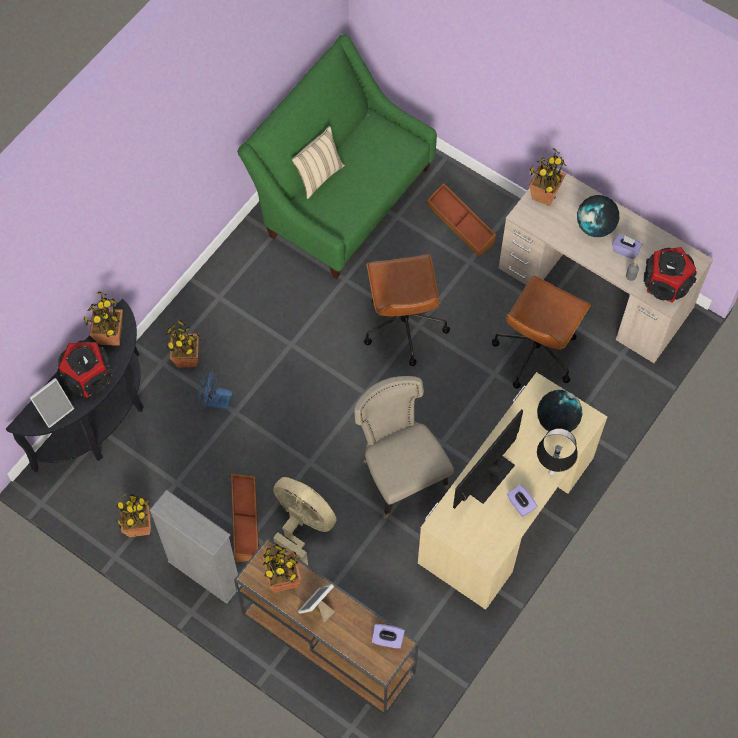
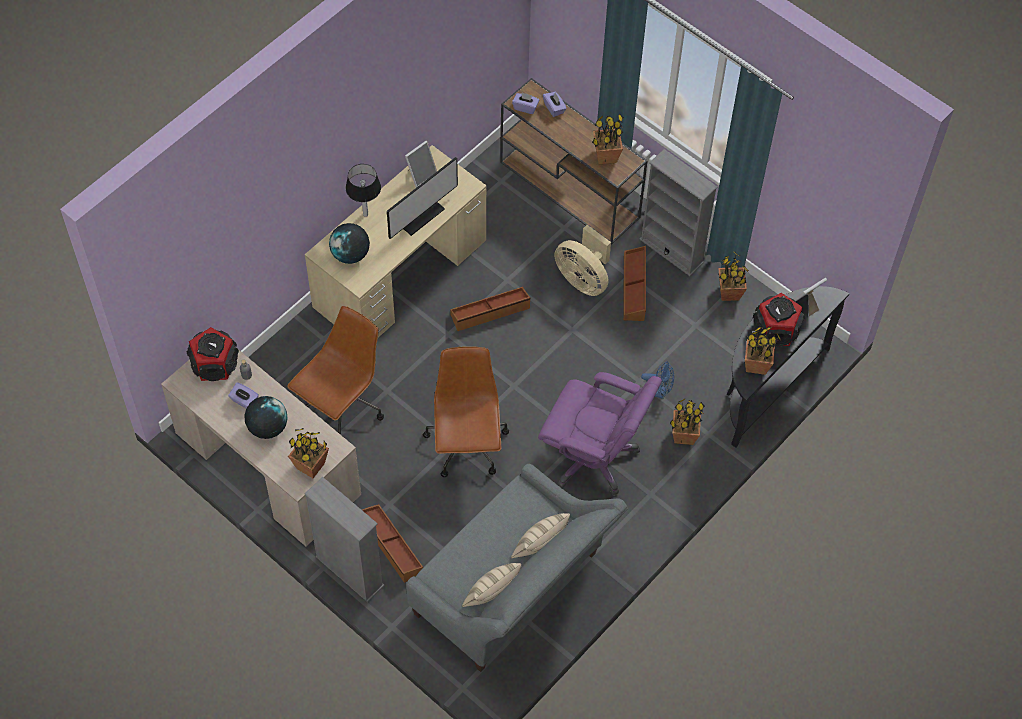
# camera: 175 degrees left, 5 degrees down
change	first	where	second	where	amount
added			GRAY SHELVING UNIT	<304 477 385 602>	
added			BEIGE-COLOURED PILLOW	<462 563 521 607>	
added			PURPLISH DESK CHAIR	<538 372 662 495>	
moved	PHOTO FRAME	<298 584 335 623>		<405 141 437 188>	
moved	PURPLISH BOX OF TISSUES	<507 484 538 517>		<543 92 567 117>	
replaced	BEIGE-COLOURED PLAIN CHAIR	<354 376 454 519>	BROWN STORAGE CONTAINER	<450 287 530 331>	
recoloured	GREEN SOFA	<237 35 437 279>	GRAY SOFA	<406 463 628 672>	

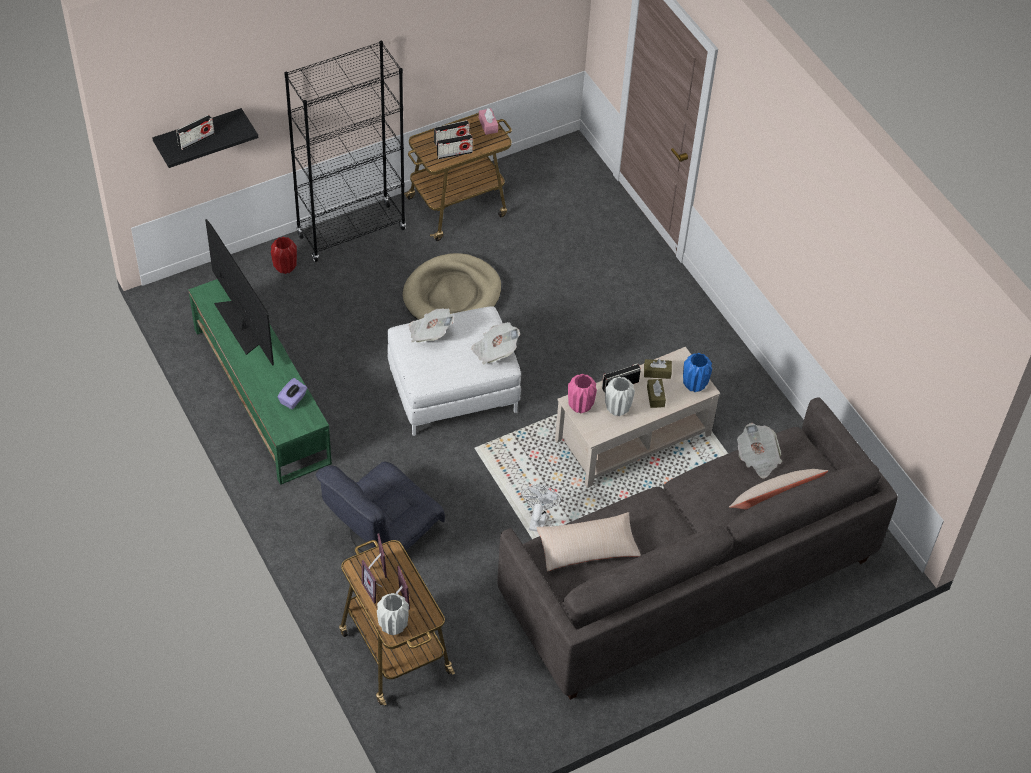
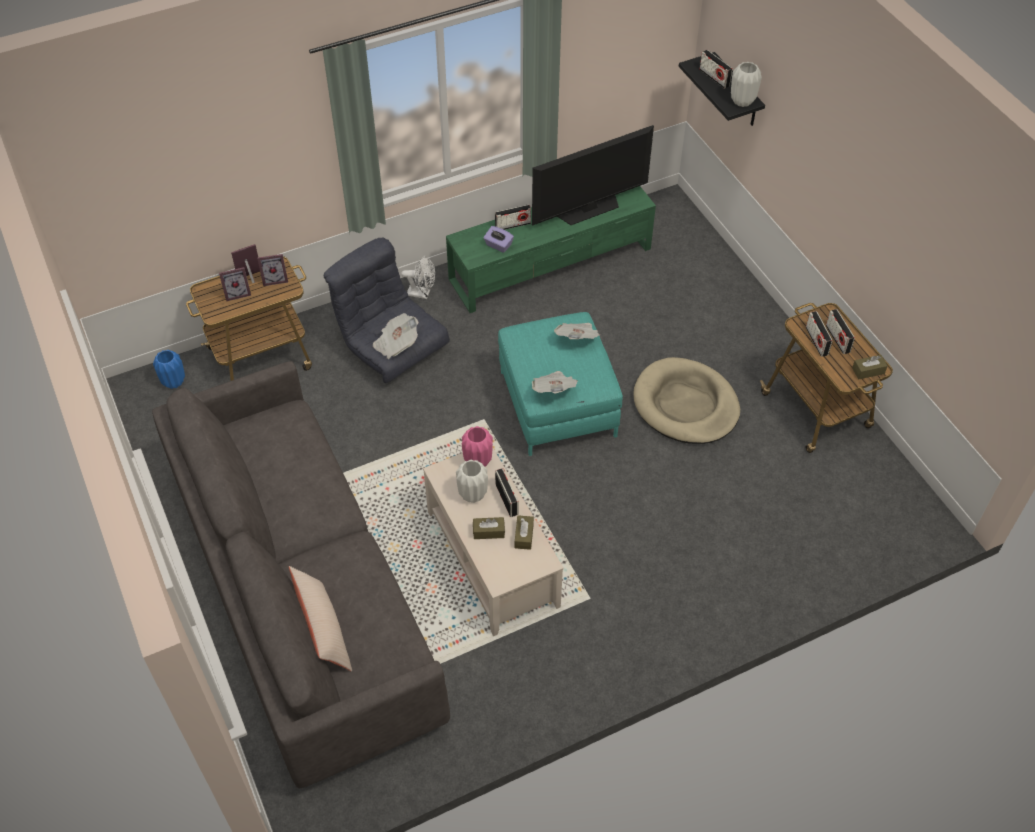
# camera: 95 degrees right, 0 degrees up
change	first	where	second	where	amount
removed	REDDISH VASE	<271 237 297 274>			
removed	BLACK SHELVING UNIT	<284 41 406 262>			
removed	BEIGE-COLOURED PILLOW	<536 512 641 571>			
added			RADIO RECEIVER	<495 204 531 230>	
moved	WHITISH VASE	<377 593 409 635>		<731 62 762 107>	
moved	WHITISH FAN	<521 484 561 532>		<401 256 435 299>	
moved	BLUE-COLOURED VASE	<683 353 712 392>		<153 350 185 389>	
moved	DAILY PAPER	<737 423 782 479>		<373 313 419 359>	
recoloured	WHITISH POUFFE	<387 306 521 436>	BLUE-GREEN POUFFE	<498 312 623 456>	
recoloured	PINK-COLOURED BOX OF TISSUES	<479 108 498 135>	BROWN BOX OF TISSUES	<852 355 888 379>	

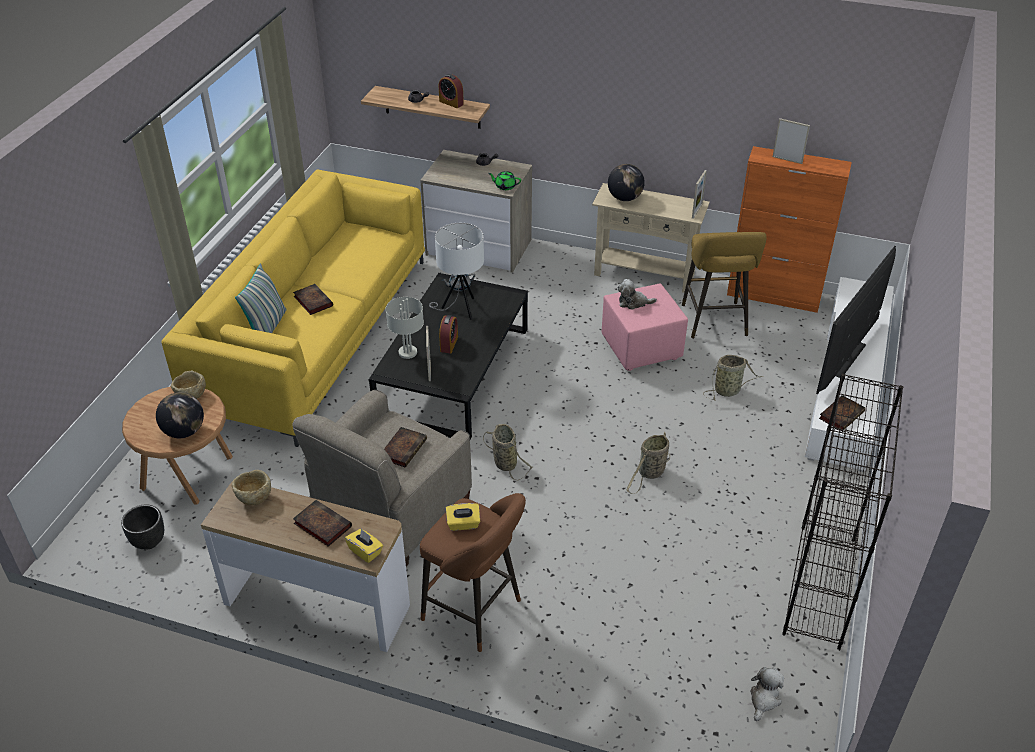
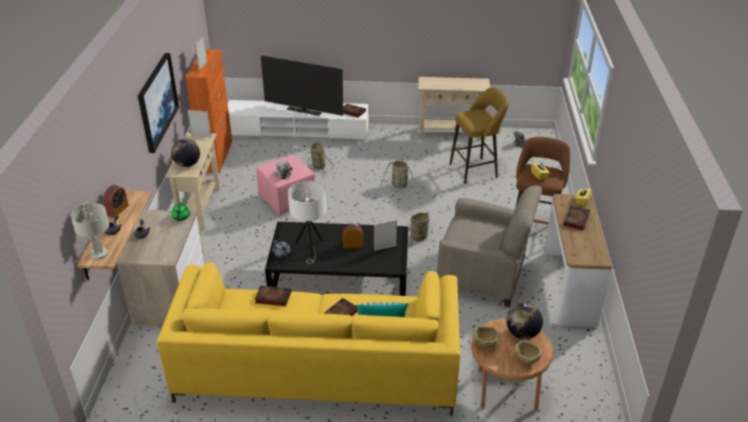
# camera: 105 degrees left, 5 degrees down
change	first	where	second	where	amount
removed	BLACK FLOWER POT	<121 505 164 550>			
added			WALL ART	<138 53 179 153>	
moved	BEIGE-COLOURED SERVING BOWL	<232 470 271 505>		<515 340 542 365>	
moved	VOLUME	<384 427 427 468>		<255 286 291 306>	
moved	GRAY LAMP FOR A TABLE	<386 297 424 359>		<71 201 109 259>	
moved	YELLOW SITTING STOOL	<682 232 767 338>		<449 87 509 184>	
replaced	BLACK SHELVING UNIT	<782 373 903 650>	BEIGE-COLOURED CONSOLE TABLE	<418 77 490 140>	

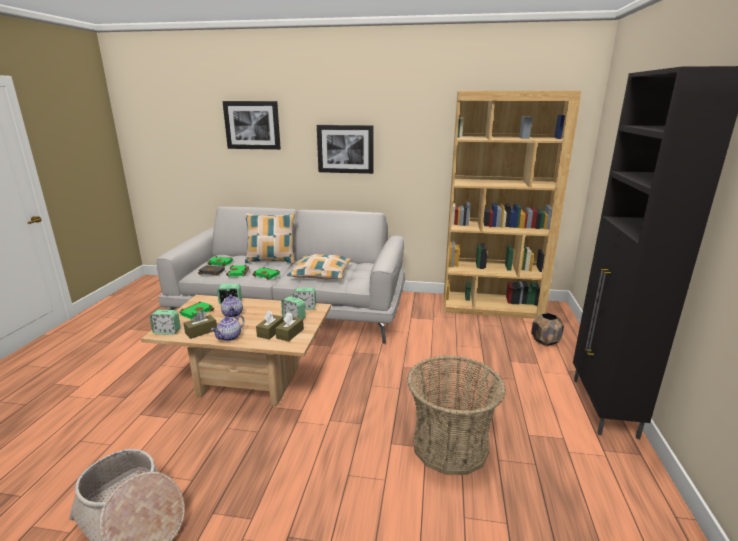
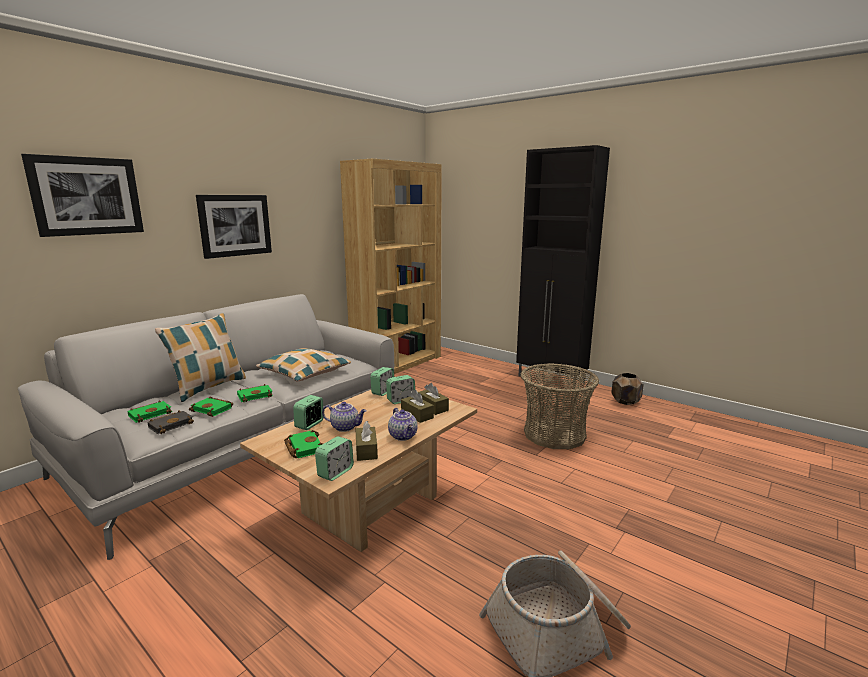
# camera: 60 degrees left, 5 degrees down
change	first	where	second	where	amount
moved	BROWN FLOWER POT	<531 313 564 346>		<611 373 644 405>	

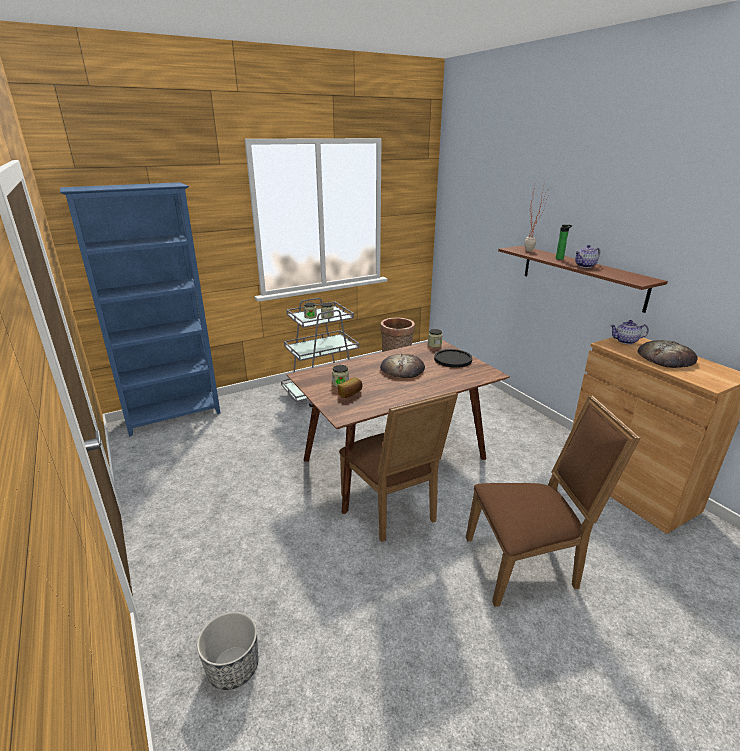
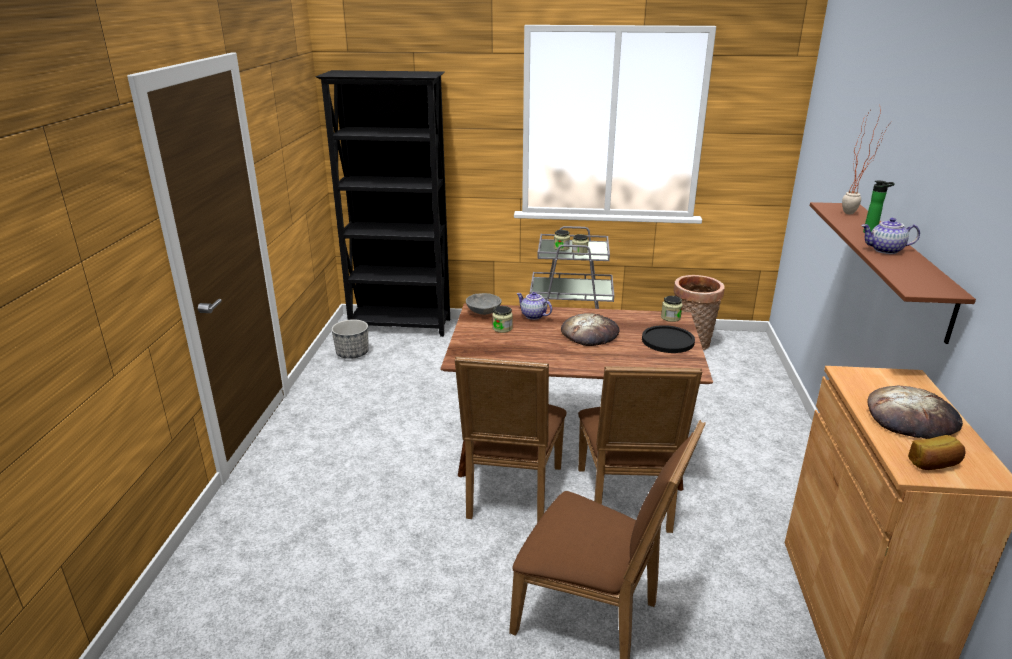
# camera: 35 degrees right, 0 degrees up
change	first	where	second	where	amount
added			GRAY SERVING BOWL	<466 293 502 315>	
added			BROWN PLAIN CHAIR	<578 366 702 533>	
moved	FLOWER POT	<197 612 258 690>		<331 319 369 359>	
moved	BAKED BREAD	<338 377 362 398>		<908 435 965 470>	
moved	TEA POT	<610 320 649 344>		<516 292 552 320>	
recoloured	BLUE-COLOURED SHELVING UNIT	<60 182 221 437>	BLACK SHELVING UNIT	<316 70 450 337>	

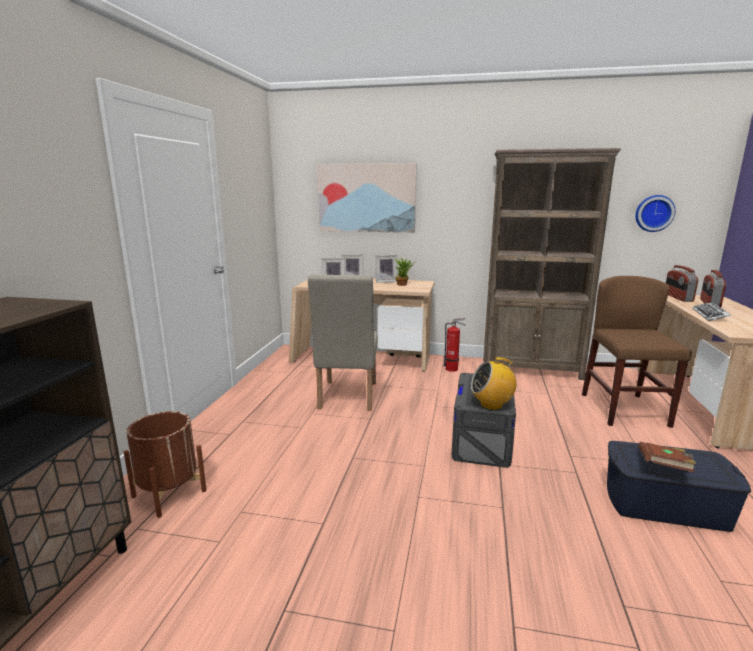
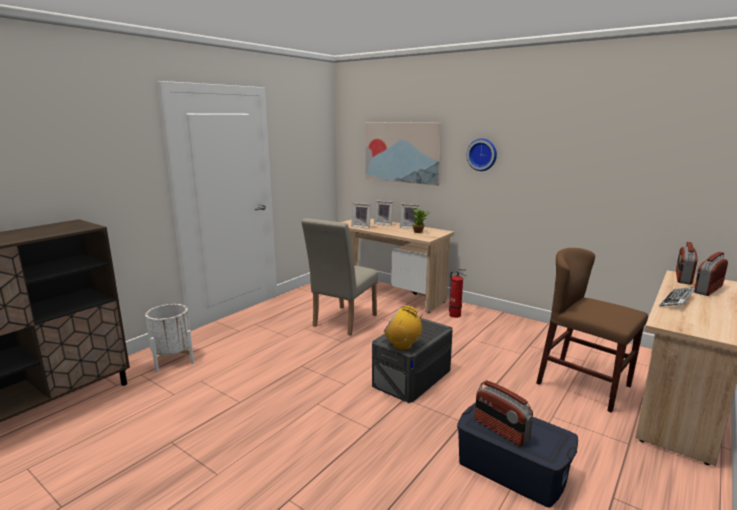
# camera: 25 degrees right, 0 degrees up
change	first	where	second	where	amount
removed	BROWN SHELVING UNIT	<483 148 621 380>			
moved	CLOCK ON THE WALL	<635 195 675 232>		<466 138 497 171>	
replaced	BROWN VOLUME	<639 441 696 473>	RADIO RECEIVER	<475 381 533 447>	
recoloured	BROWN FLOWER POT	<124 411 206 518>	WHITISH FLOWER POT	<145 304 194 372>	
turned	BROWN PLAIN CHAIR	<582 276 692 428>		<536 248 648 413>	75 degrees counterclockwise

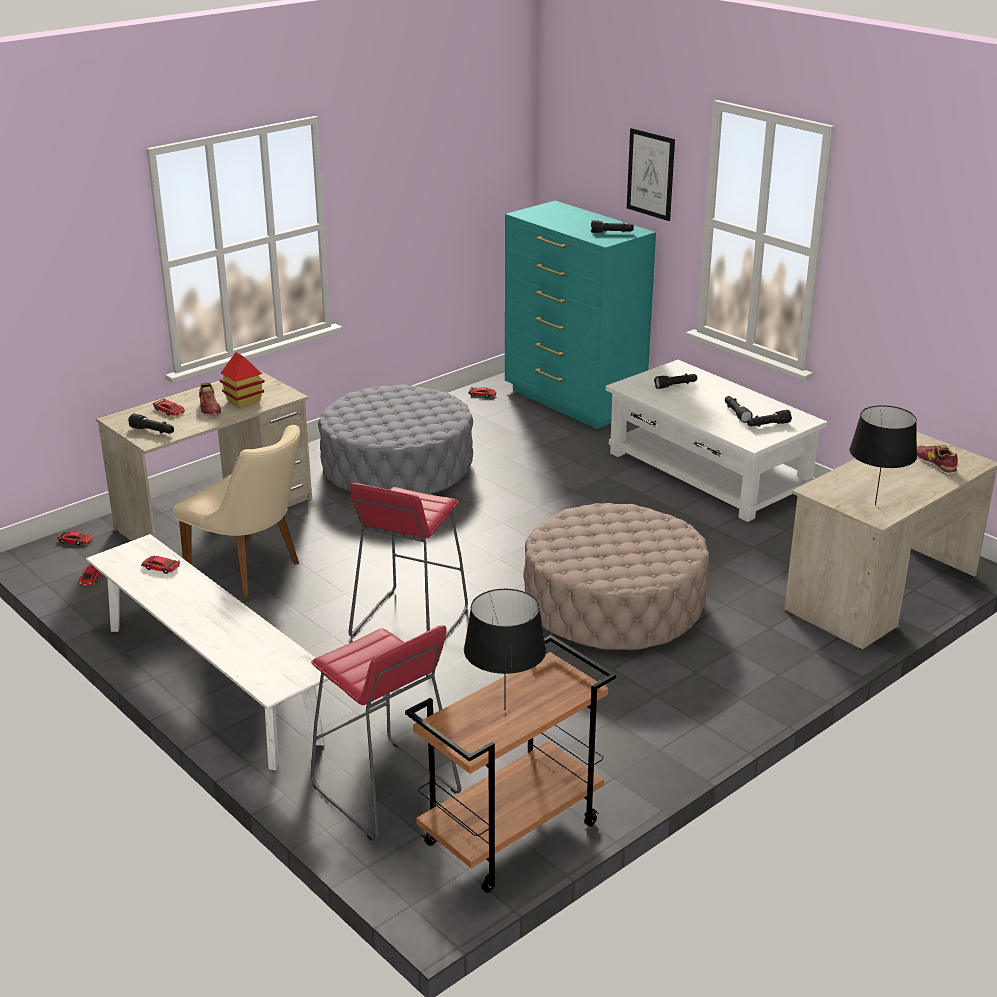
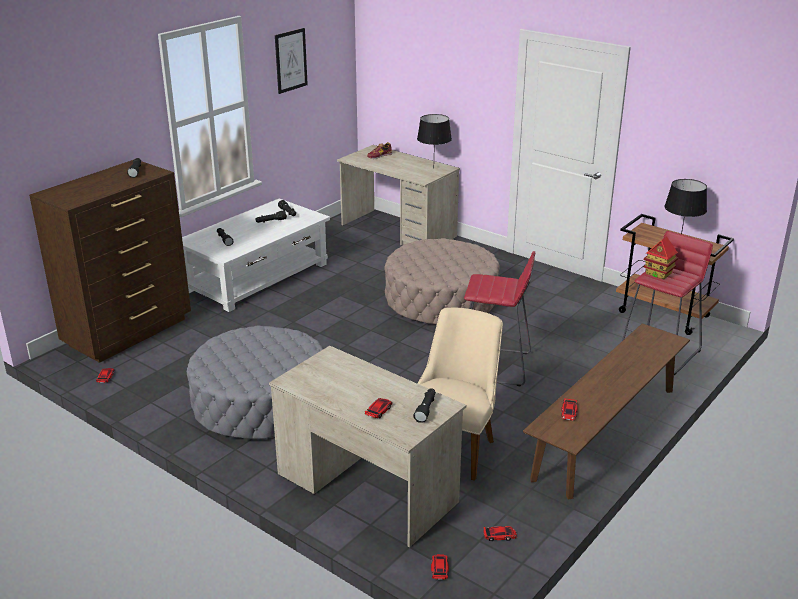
# camera: 100 degrees left, 0 degrees up
change	first	where	second	where	amount
removed	SHOE	<199 383 221 416>			
moved	MODEL HOUSE	<220 352 265 408>		<644 236 678 280>	
moved	WALL ART	<627 128 675 221>		<275 28 308 94>	
recoloured	WHITISH BENCH	<86 534 329 770>	BROWN BENCH	<523 323 690 500>	
recoloured	BLUE-GREEN DRAWER CHEST	<505 201 656 429>	BROWN DRAWER CHEST	<29 159 191 363>	

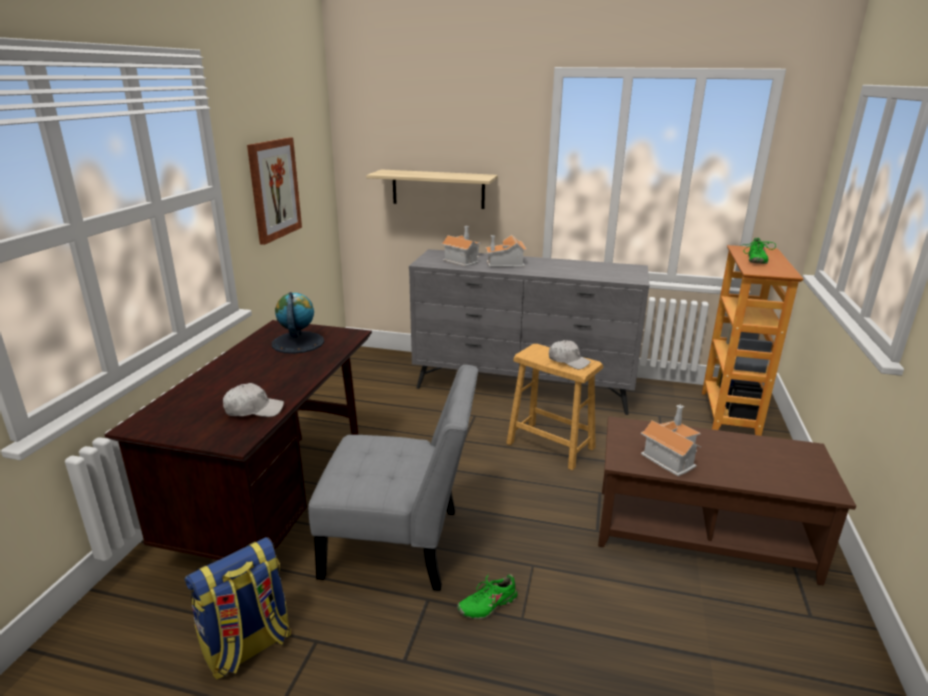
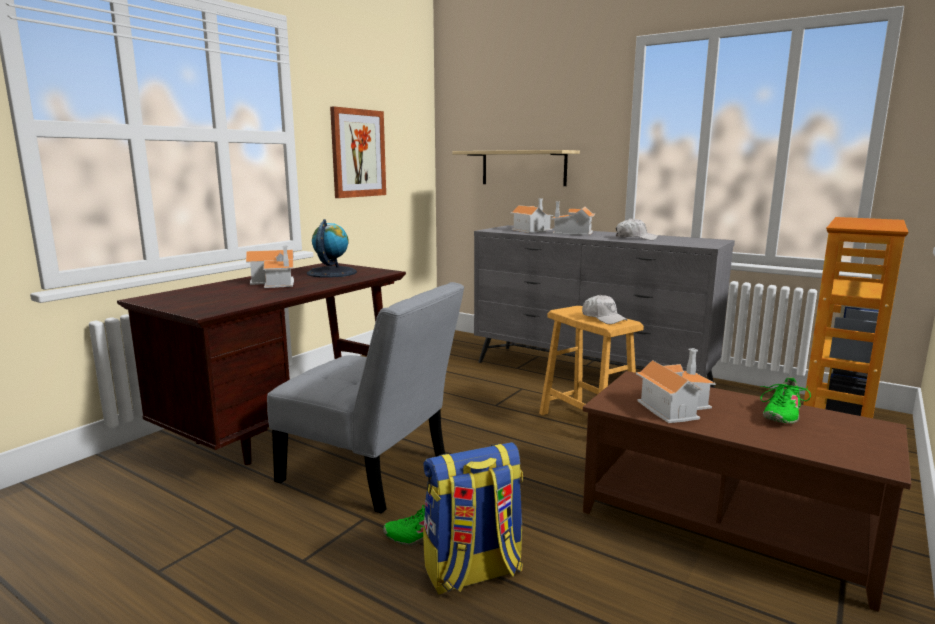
# camera: 20 degrees right, 10 degrees down
change	first	where	second	where	amount
added			MODEL HOUSE	<246 245 294 288>	
moved	RUCKSACK	<184 537 291 680>		<423 442 523 595>	
moved	WHITISH CAP	<223 383 284 417>		<616 218 658 240>	
moved	GREEN SHOE	<744 238 776 264>		<760 377 811 424>	

